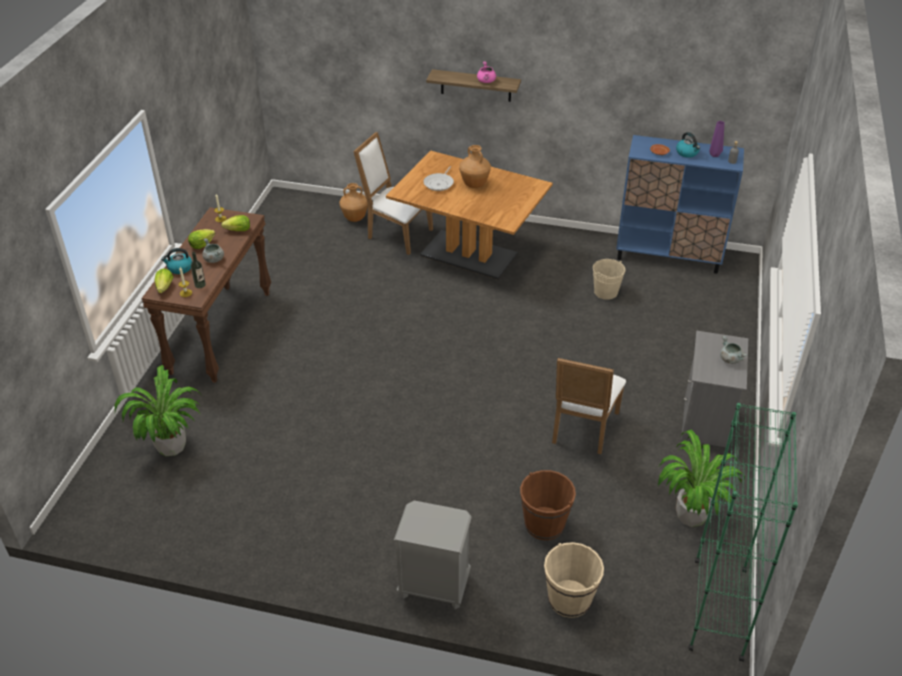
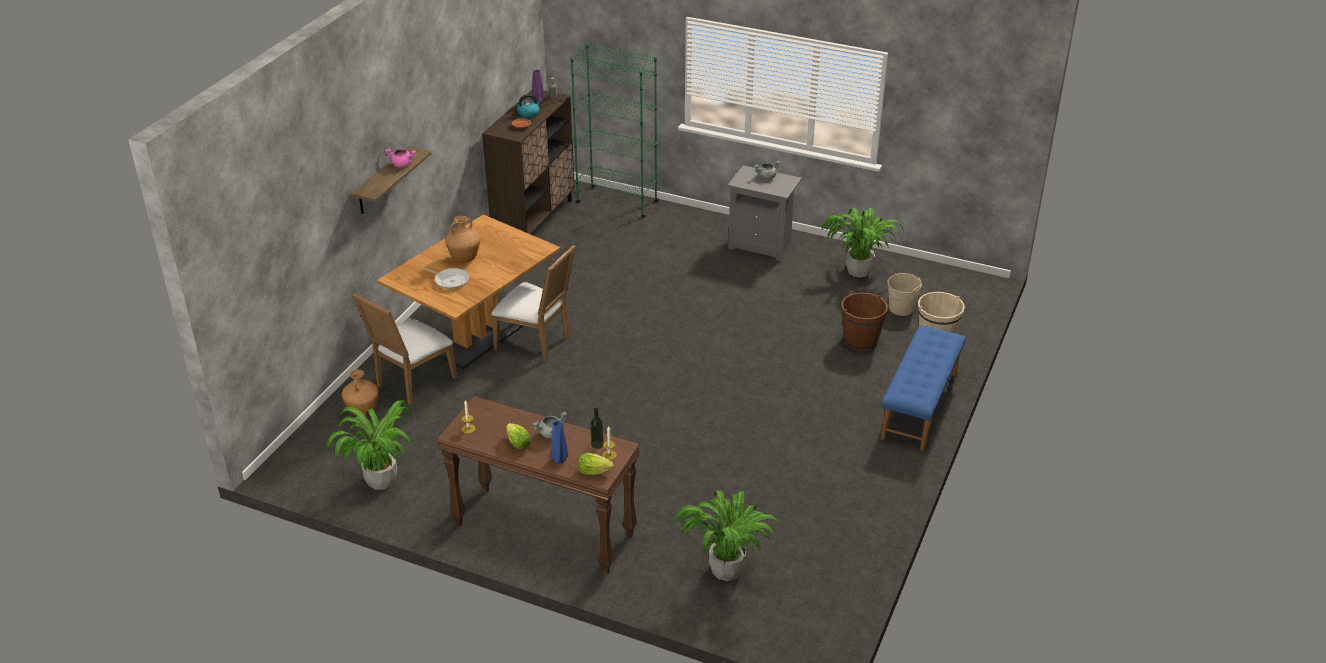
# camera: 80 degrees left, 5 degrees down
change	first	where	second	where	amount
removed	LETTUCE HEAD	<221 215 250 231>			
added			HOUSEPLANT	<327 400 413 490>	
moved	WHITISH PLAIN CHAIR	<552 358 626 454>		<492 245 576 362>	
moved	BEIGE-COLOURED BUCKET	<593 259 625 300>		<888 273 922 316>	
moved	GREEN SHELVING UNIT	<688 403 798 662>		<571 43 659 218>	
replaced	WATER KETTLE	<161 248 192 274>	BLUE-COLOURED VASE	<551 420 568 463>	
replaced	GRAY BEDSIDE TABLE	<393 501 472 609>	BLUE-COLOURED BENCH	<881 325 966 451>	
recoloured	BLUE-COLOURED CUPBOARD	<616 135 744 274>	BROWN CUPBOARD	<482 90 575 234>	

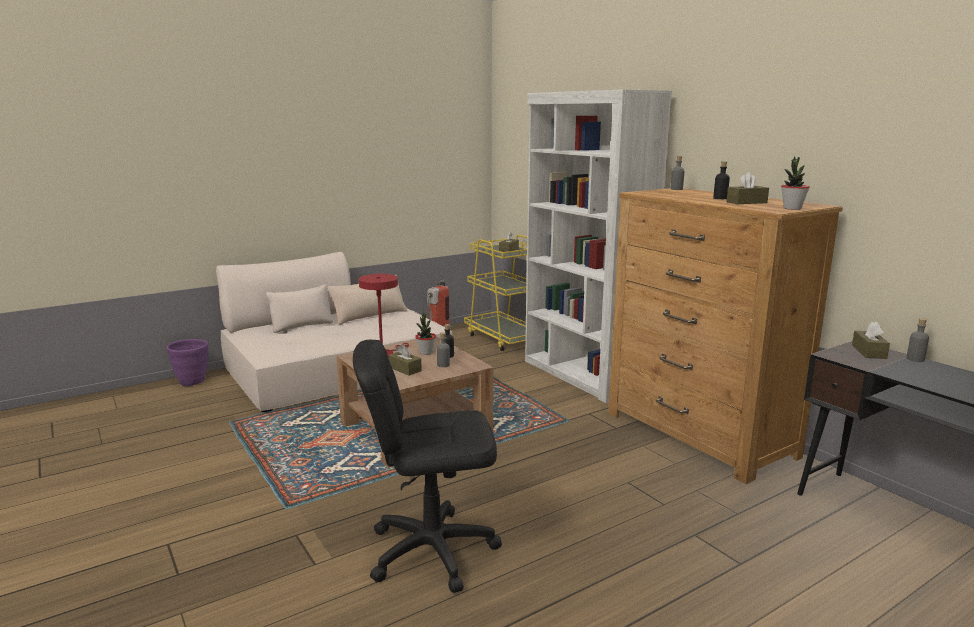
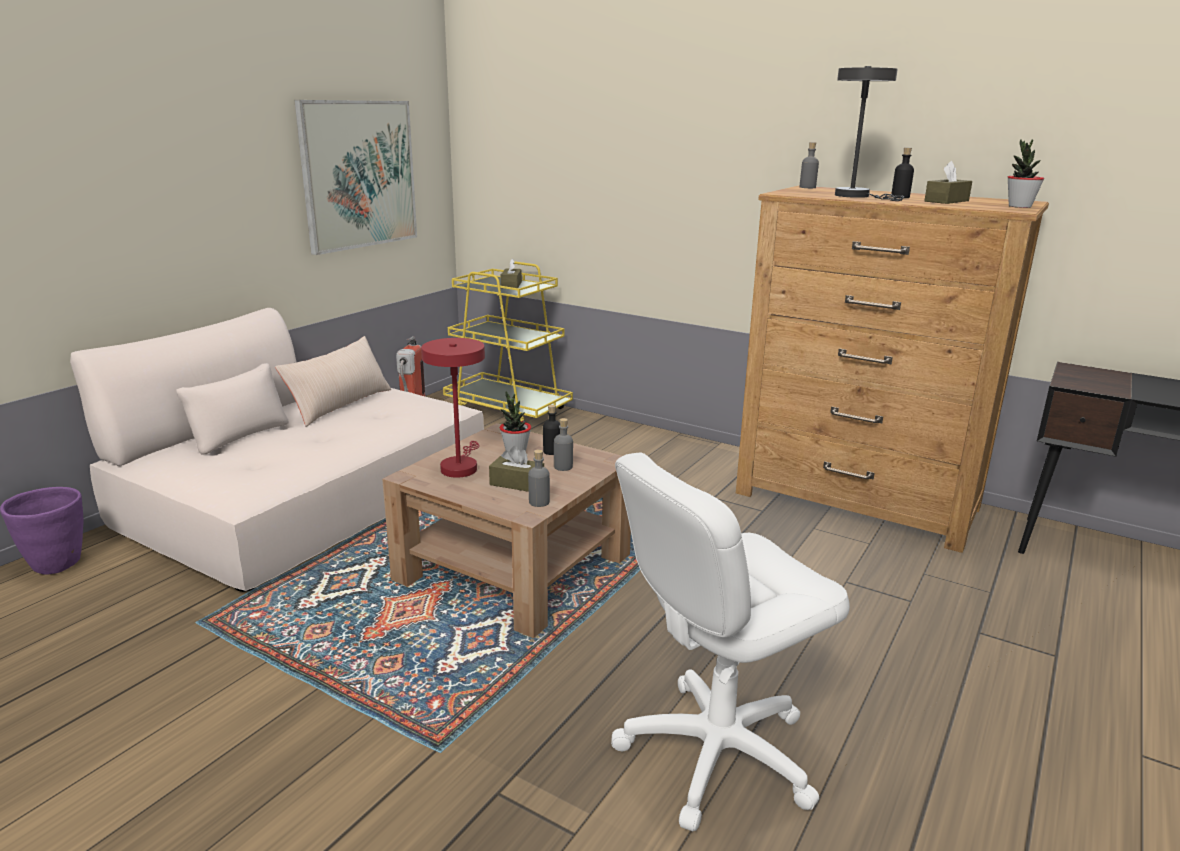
# camera: 25 degrees left, 5 degrees up
change	first	where	second	where	amount
removed	WHITISH SHELVING UNIT	<525 89 672 403>			
removed	BROWN BOX OF TISSUES	<852 321 890 359>			
added			WALL ART	<294 100 417 255>	
added			GRAY LAMP FOR A TABLE	<835 66 904 201>	
moved	GRAY DRINK BOTTLE	<907 318 929 362>		<528 449 550 507>	
recoloured	BLACK DESK CHAIR	<353 340 502 593>	WHITISH DESK CHAIR	<611 452 850 832>	

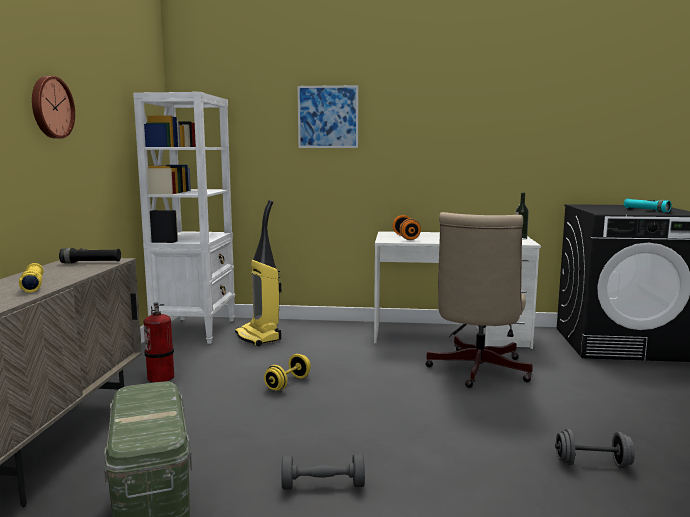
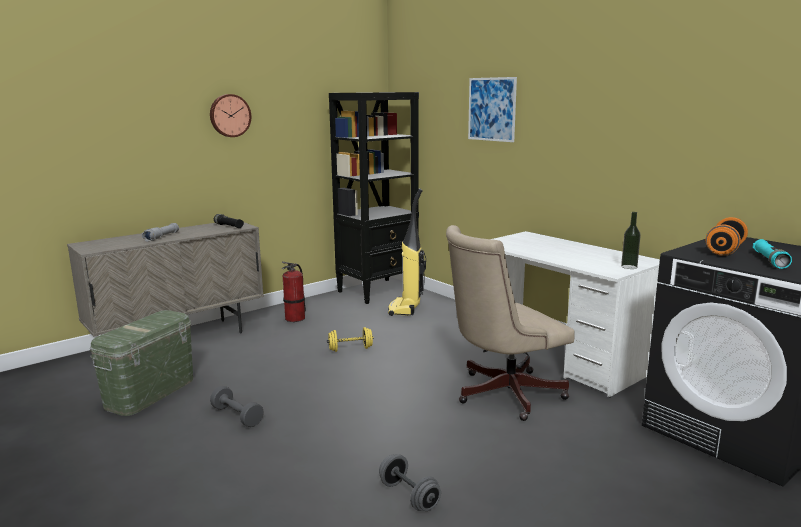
# camera: 45 degrees right, 5 degrees up
change	first	where	second	where	amount
moved	ORANGE-COLOURED DUMBBELL	<393 215 421 240>		<706 217 748 256>	
recoloured	YELLOW FLASHLIGHT	<19 263 44 293>	GRAY FLASHLIGHT	<142 223 179 242>	
recoloured	WHITISH SHELVING UNIT	<133 92 235 344>	BLACK SHELVING UNIT	<329 92 419 304>	

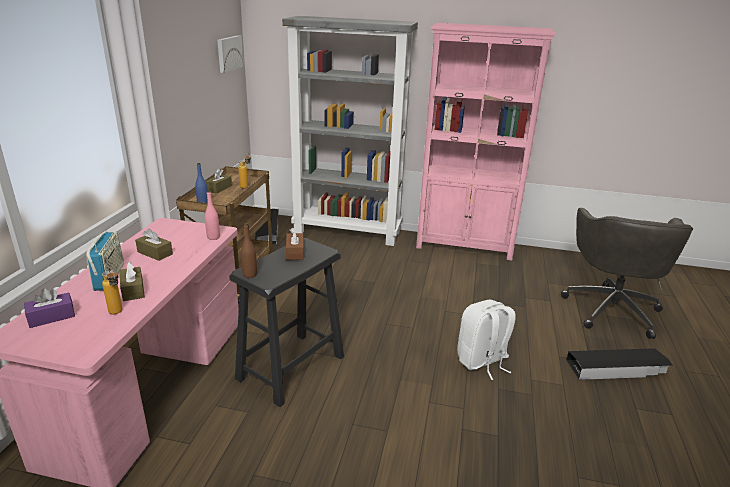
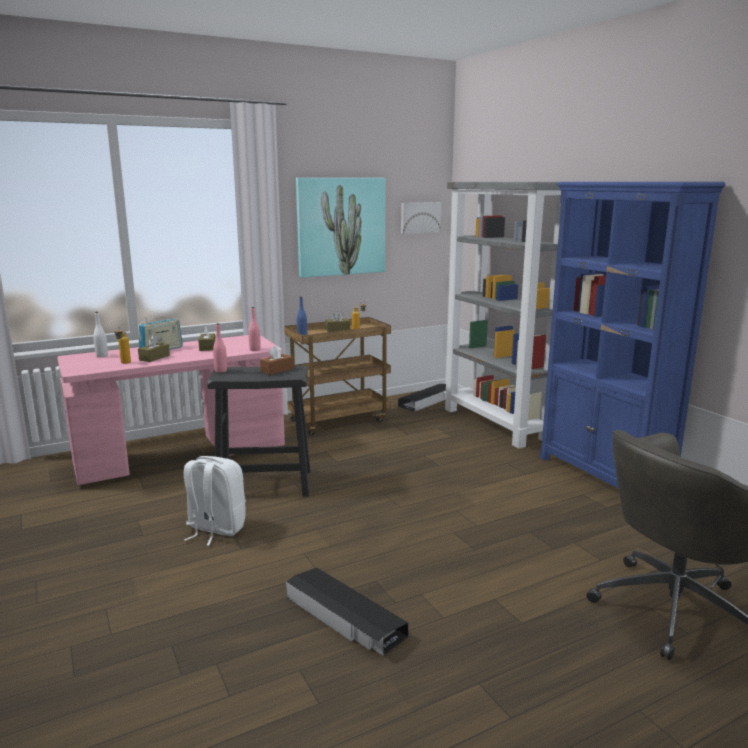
# camera: 50 degrees right, 10 degrees down
change	first	where	second	where	amount
added			WALL ART	<296 178 386 278>	
moved	WHITISH RUCKSACK	<457 300 516 380>		<184 456 246 546>	
moved	BLACK STORAGE CONTAINER	<566 348 672 380>		<286 568 409 655>	
replaced	PURPLISH BOX OF TISSUES	<24 288 75 328>	WHITISH DRINK BOTTLE	<93 312 108 358>	
recoloured	BROWN DRINK BOTTLE	<241 223 257 278>	PINK-COLOURED DRINK BOTTLE	<213 323 227 373>	
recoloured	PINK-COLOURED SHELVING UNIT	<416 23 556 261>	BLUE-COLOURED SHELVING UNIT	<540 182 726 488>	

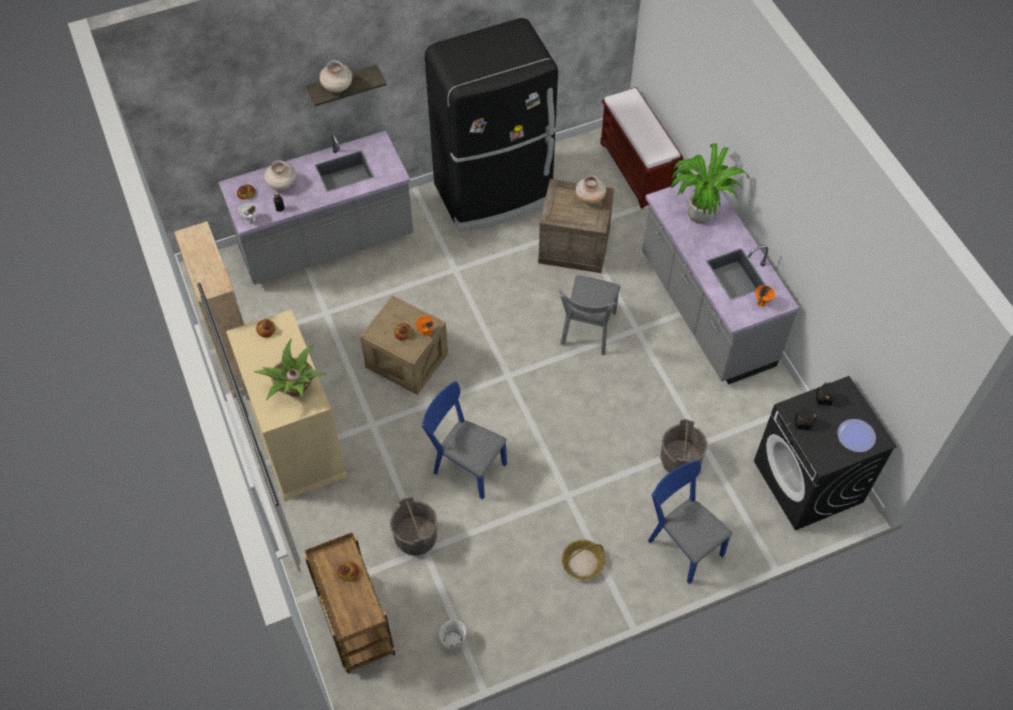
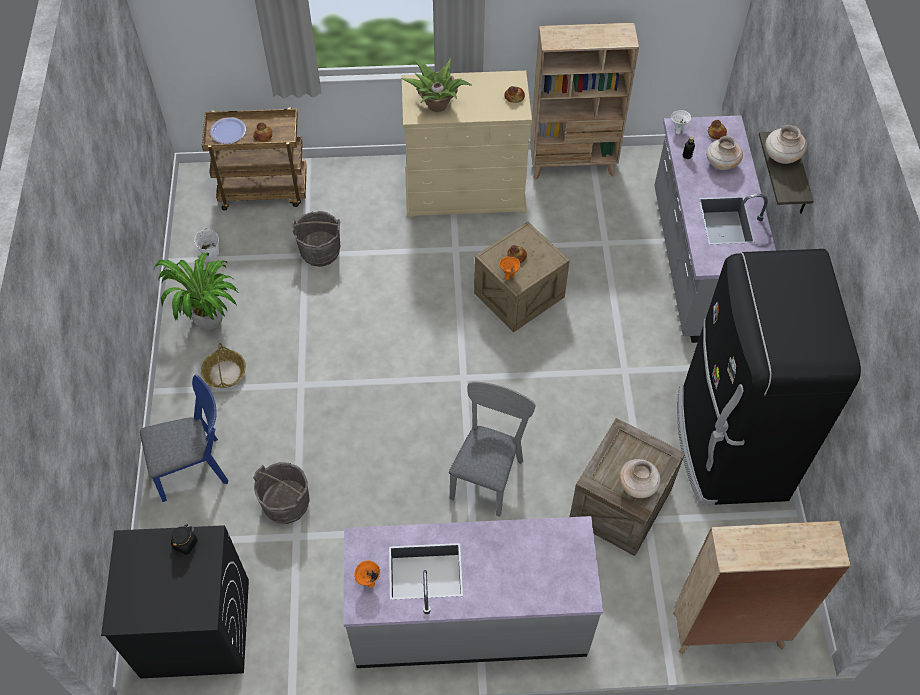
# camera: 110 degrees right, 0 degrees up
change	first	where	second	where	amount
removed	BLUE-COLOURED PLAIN CHAIR	<422 381 507 500>			
removed	BLACK JAR	<816 382 835 406>			
moved	HOUSEPLANT	<671 143 749 224>		<154 253 238 330>	
moved	PLATE	<837 419 876 452>		<210 117 246 144>	
replaced	BROWN BENCH	<600 87 683 209>	BEIGE-COLOURED SHELVING UNIT	<673 521 851 655>	
turned	GRAY PLAIN CHAIR	<559 275 620 355>		<449 382 535 517>	75 degrees clockwise

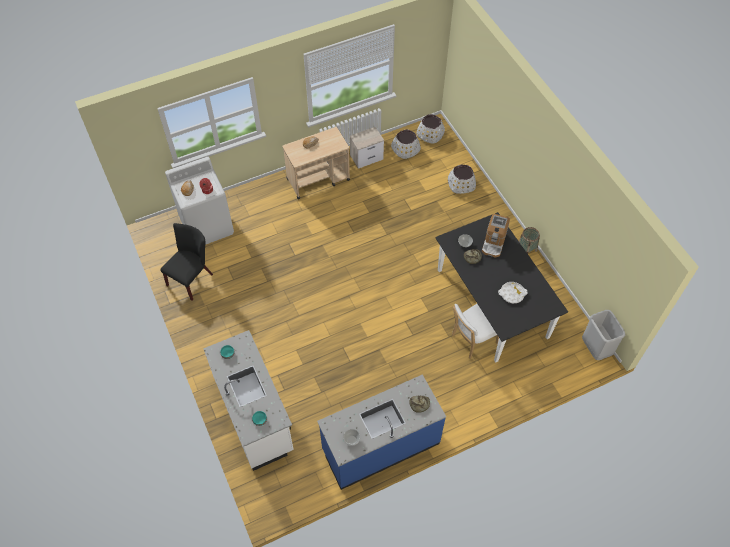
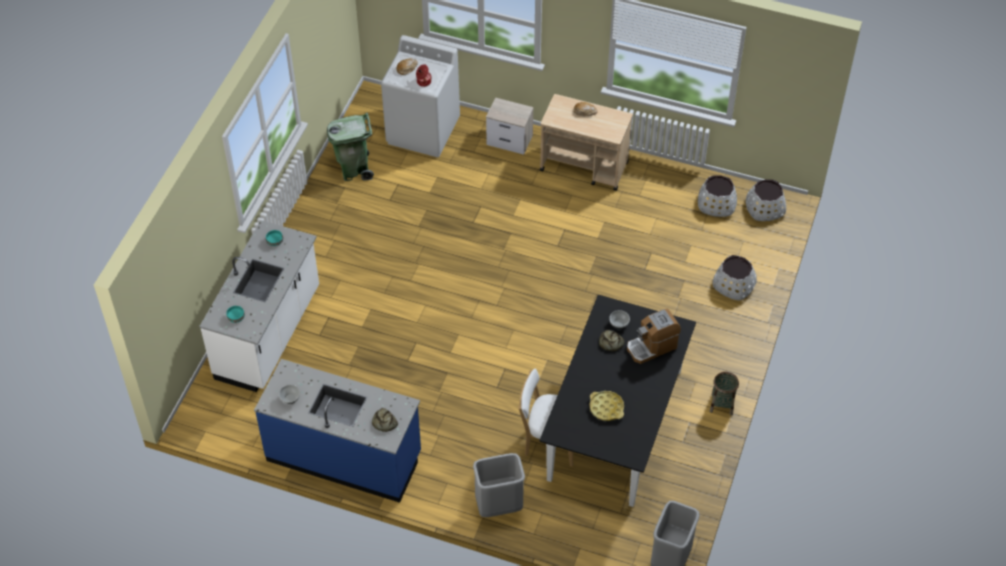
# camera: 45 degrees right, 5 degrees down
change	first	where	second	where	amount
added			GRAY RUBBISH BIN	<473 453 525 517>	
moved	BEDSIDE TABLE	<350 127 384 169>		<486 97 534 155>	
replaced	BLACK PLAIN CHAIR	<160 223 213 301>	GREEN RUBBISH BIN	<327 113 374 181>	
recoloured	WHITISH SERVING TRAY	<498 282 528 303>	YELLOW SERVING TRAY	<589 391 624 421>	

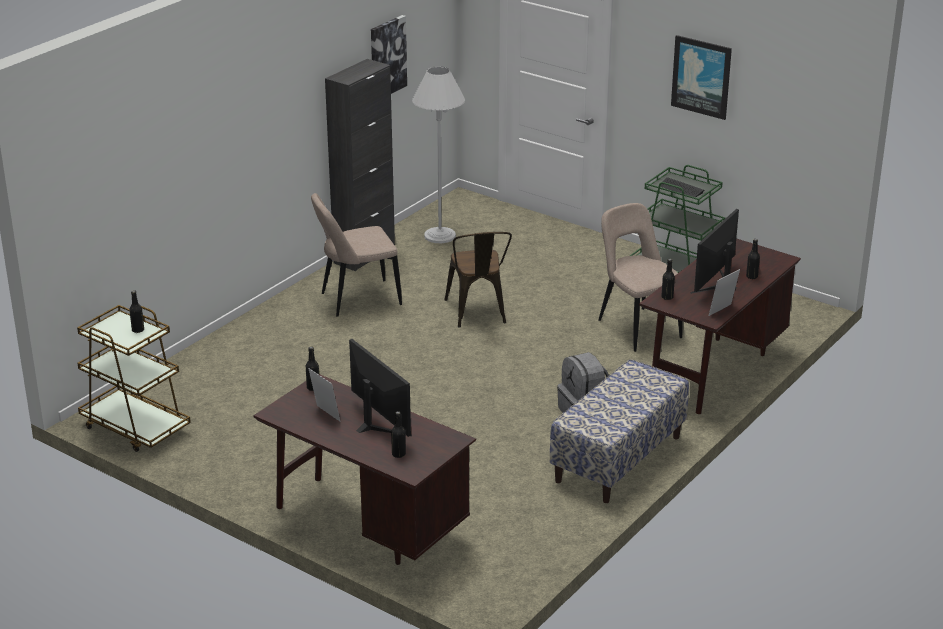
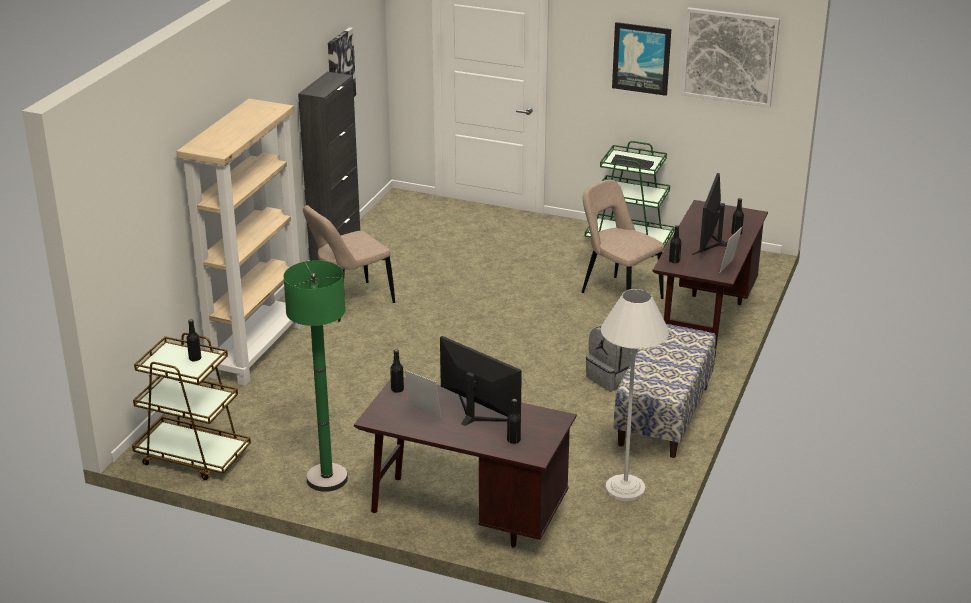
# camera: 15 degrees left, 0 degrees up
change	first	where	second	where	amount
removed	BROWN PLAIN CHAIR	<444 232 512 327>			
added			BEIGE-COLOURED SHELVING UNIT	<176 99 303 386>	
added			GREEN STANDARD LAMP	<283 260 348 492>	
added			WALL ART	<681 7 780 108>	
moved	WHITISH STANDARD LAMP	<412 66 465 243>		<601 289 669 501>	

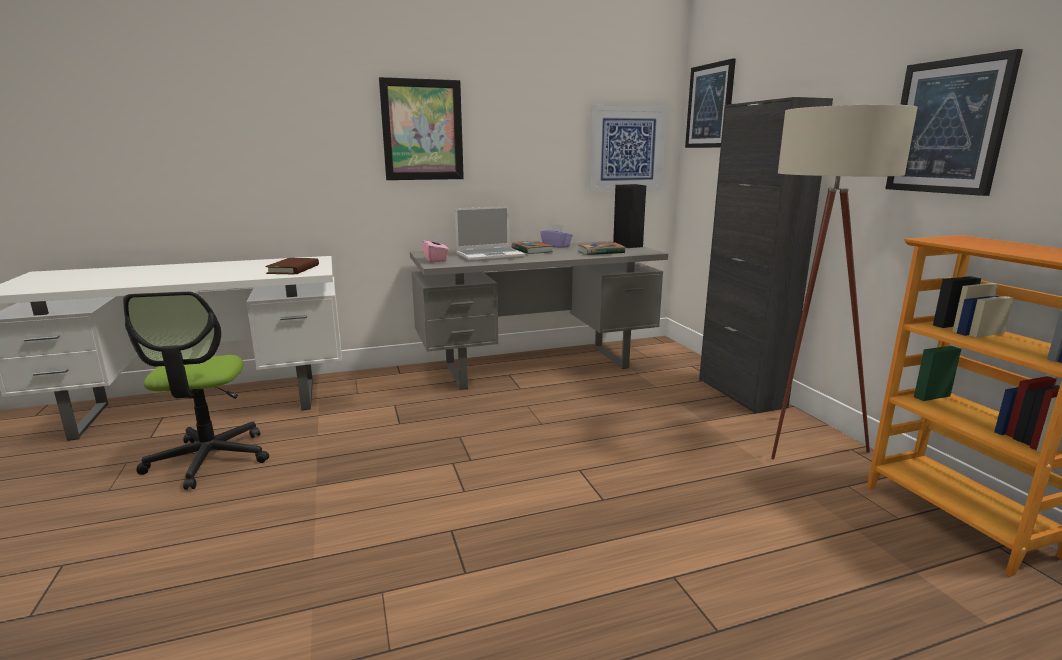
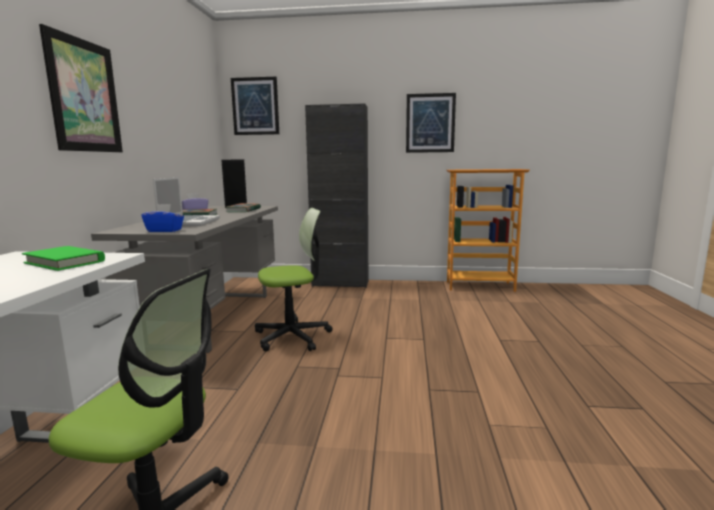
# camera: 65 degrees left, 5 degrees down
change	first	where	second	where	amount
removed	WALL ART	<589 105 667 192>			
removed	BEIGE-COLOURED STANDARD LAMP	<771 105 918 460>			
added			DESK CHAIR	<255 208 333 351>	
recoloured	BROWN VOLUME	<265 258 319 274>	GREEN VOLUME	<22 246 105 271>	
recoloured	PINK-COLOURED BOX OF TISSUES	<422 235 449 262>	BLUE-COLOURED BOX OF TISSUES	<141 204 184 232>	

